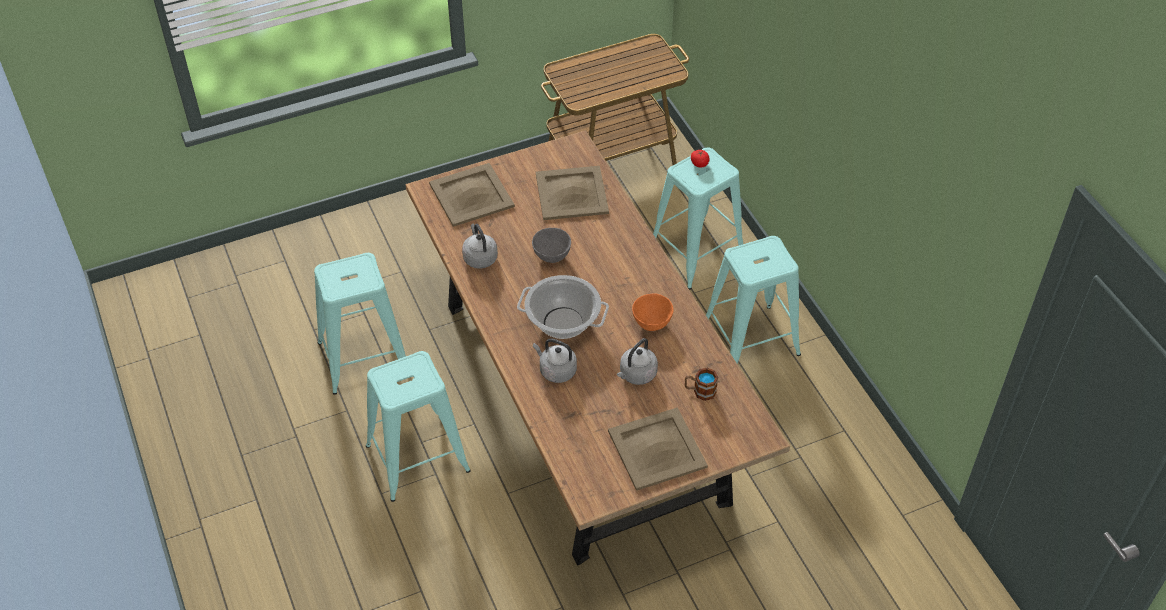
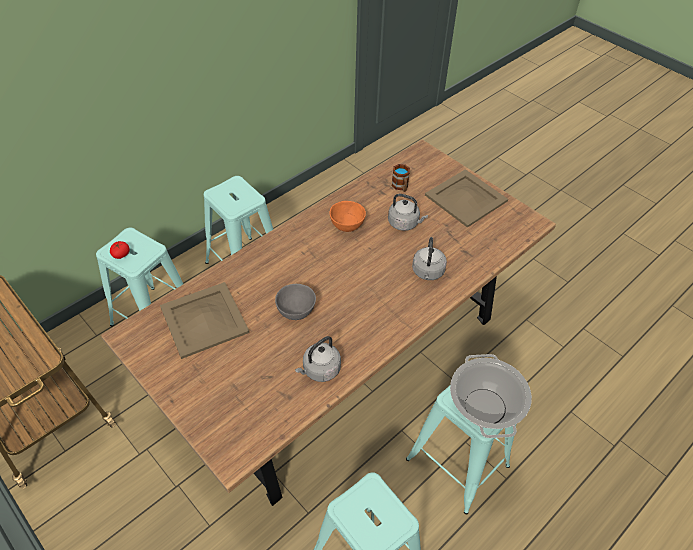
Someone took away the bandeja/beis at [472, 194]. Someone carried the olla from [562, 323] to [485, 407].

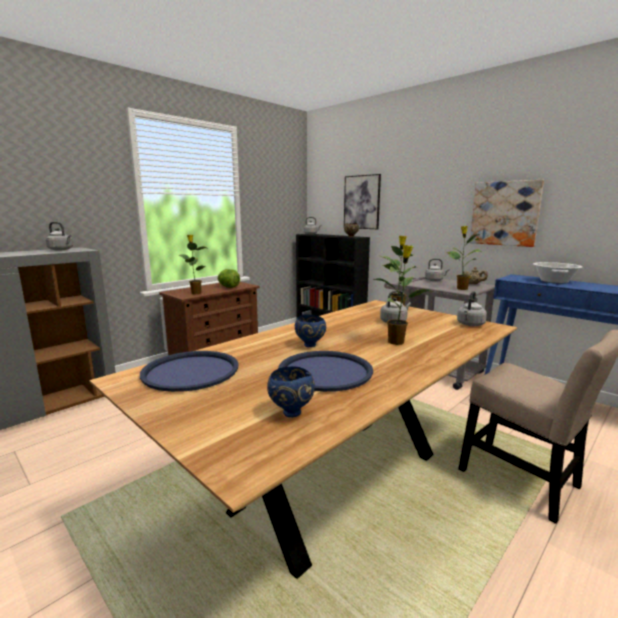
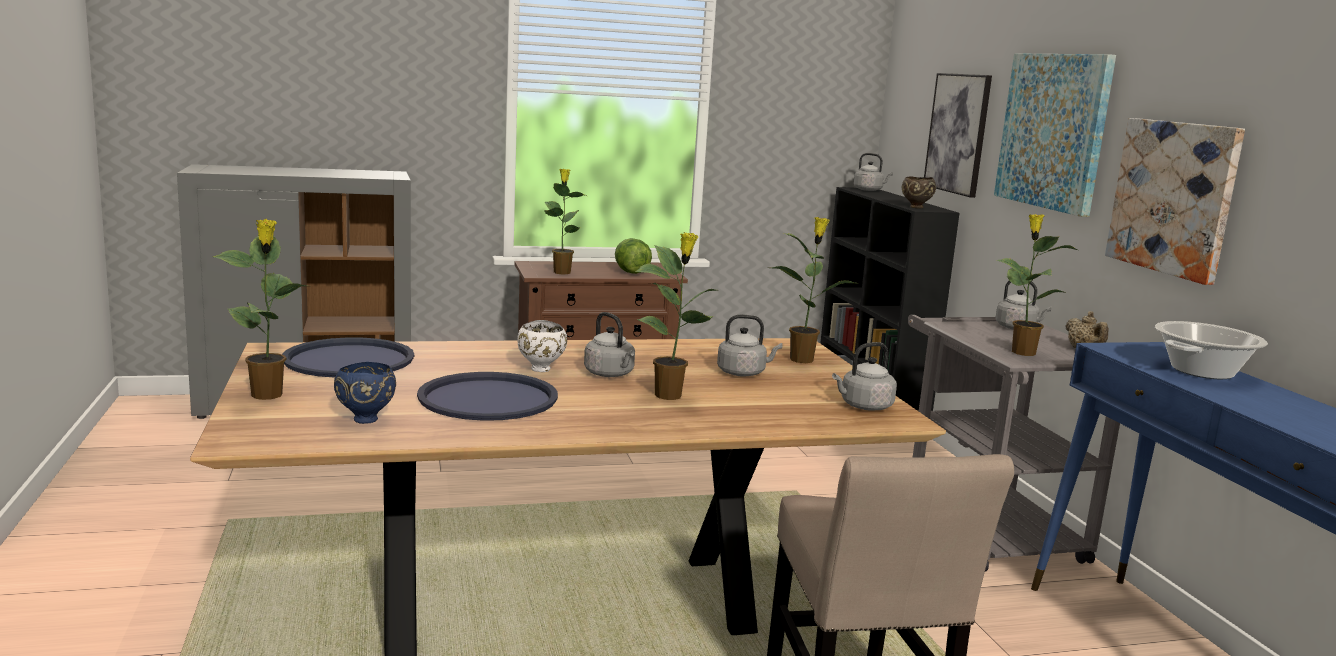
Someone carried the hervidor/gris from [61, 250] to [610, 374]. Someone repainted the cuenco/azul at [310, 345], which became the cuenco/blanco at [541, 370]. Someone put down the planta en maceta at [268, 395]. Someone put up the cuadro at [1054, 131].

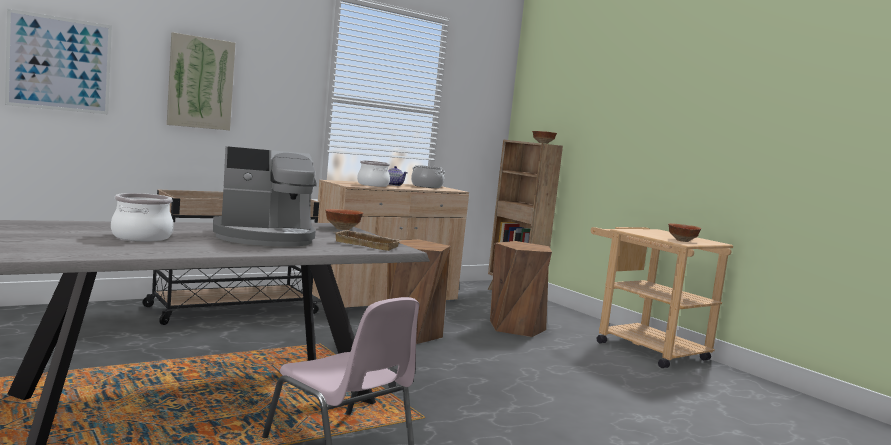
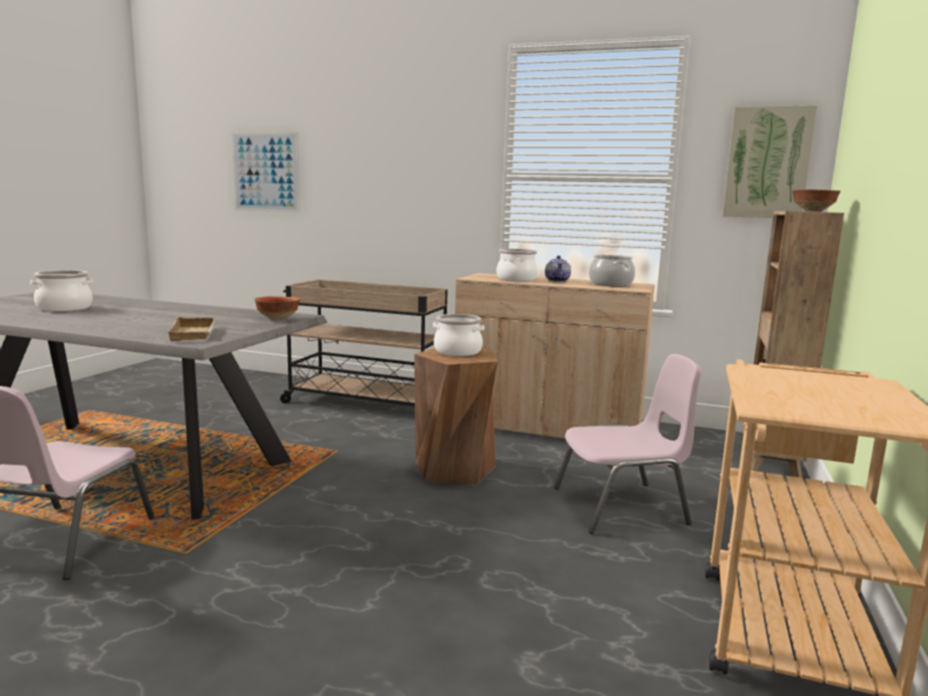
Someone carried the cuadro from [200, 83] to [767, 163]. Someone took away the cafetera at [265, 237]. Someone swapped the taburete/marrón at [516, 327] for the silla/rosa at [622, 506]. Someone took away the cuenco at [683, 241]. Someone put down the olla at [458, 351].

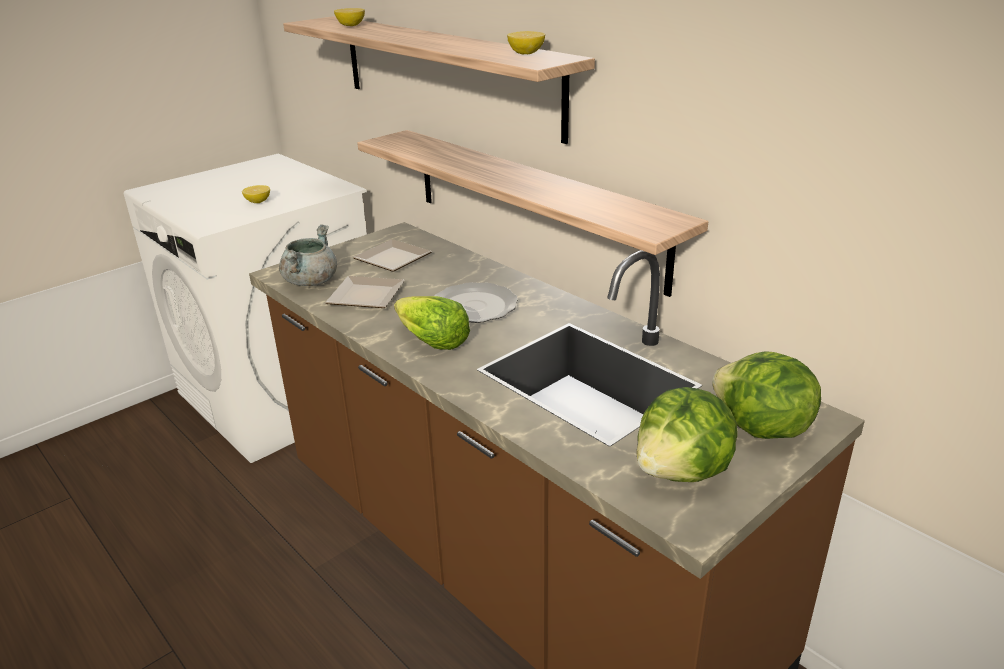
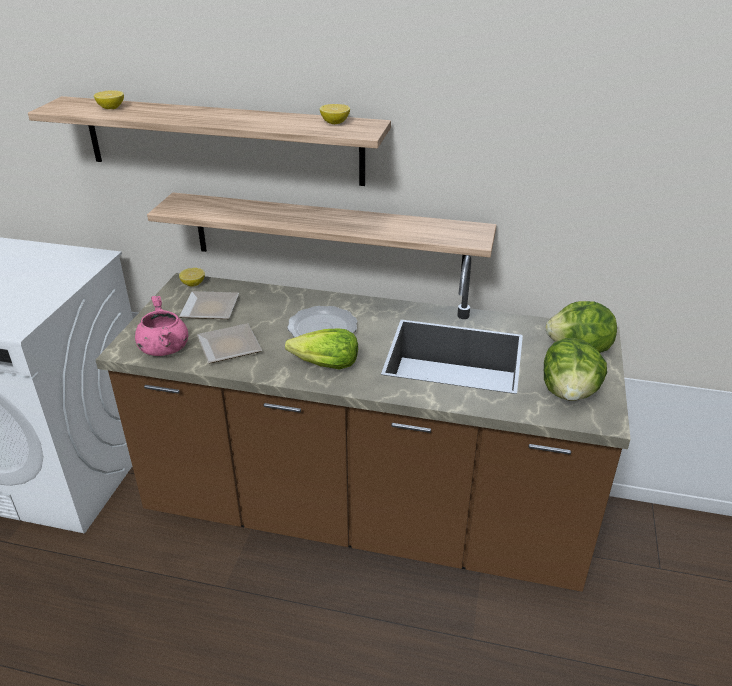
Someone carried the limón from [258, 202] to [193, 284]. Someone repainted the olla/gris at [310, 281], which became the olla/rosa at [164, 348].

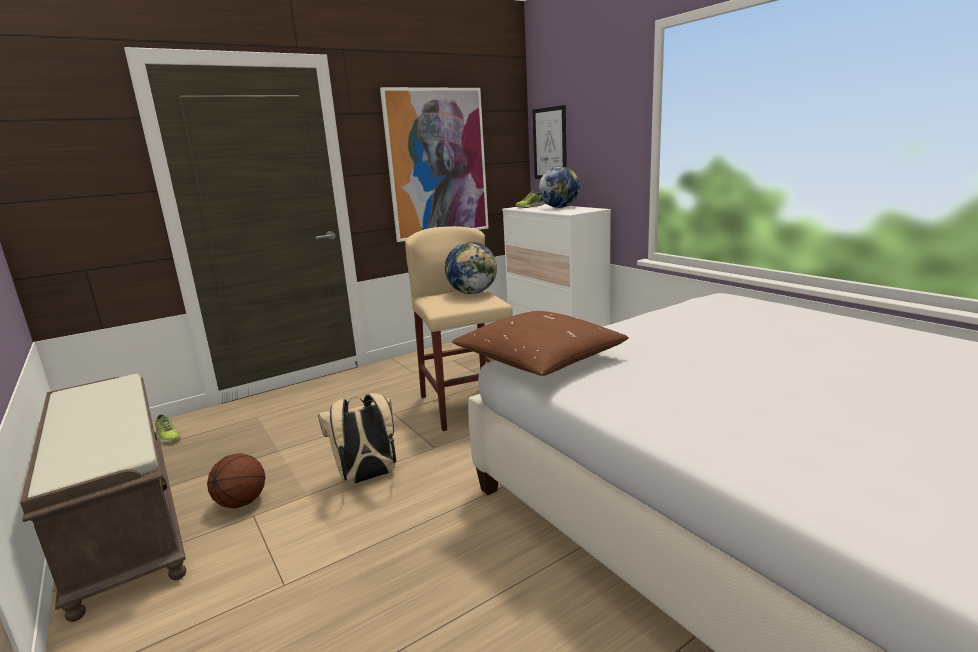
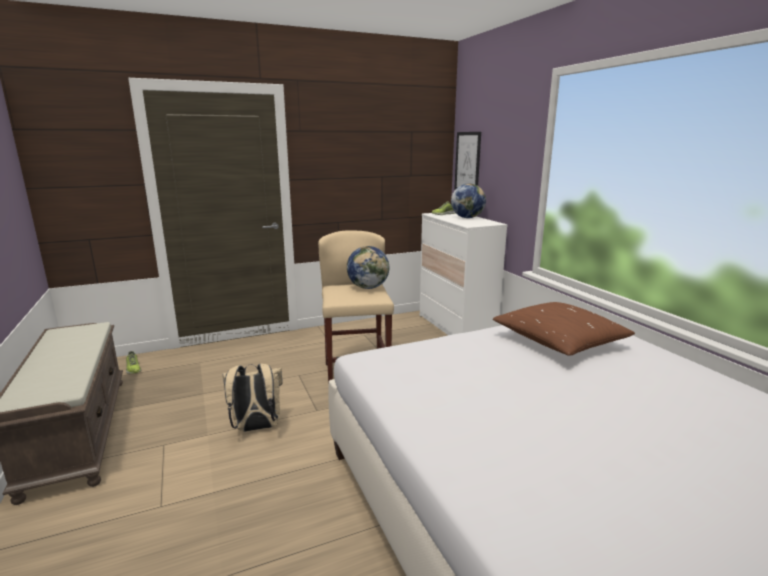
Someone took away the balón de baloncesto at [242, 502]. Someone took away the cuadro at [437, 164]. Someone carried the cojín/marrón from [539, 360] to [559, 341].

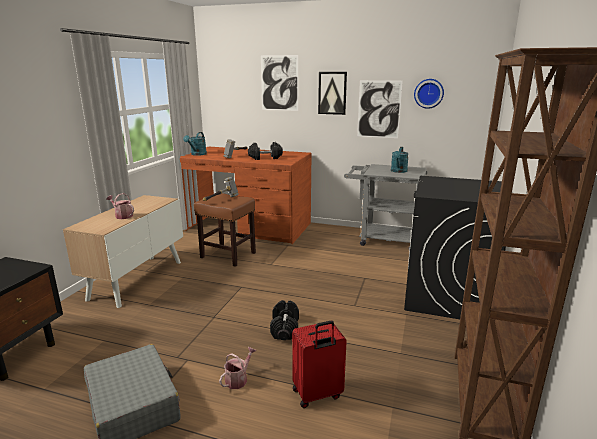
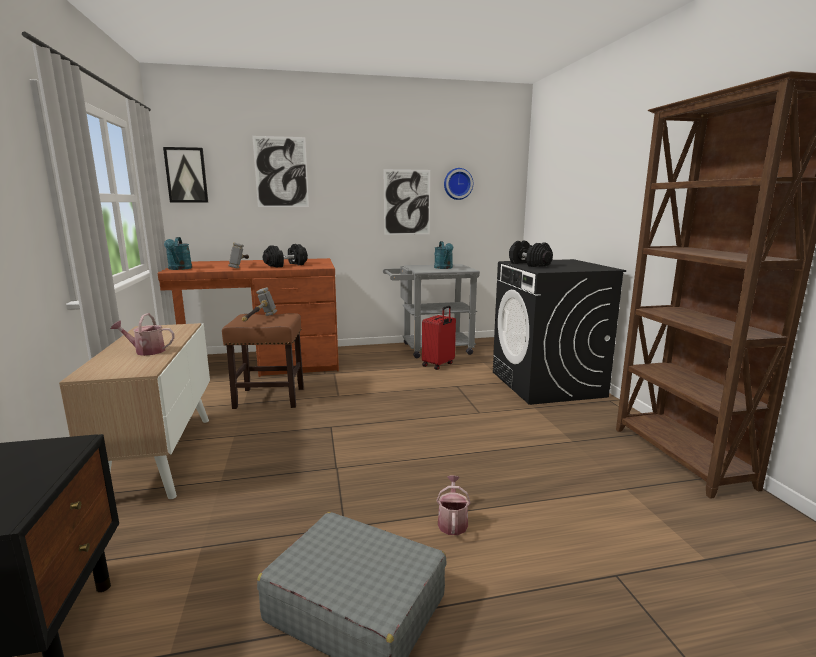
Someone carried the mancuerna/negro from [285, 328] to [529, 264]. Someone carried the maleta/rojo from [317, 394] to [438, 365]. Someone carried the cuadro from [332, 93] to [186, 175].

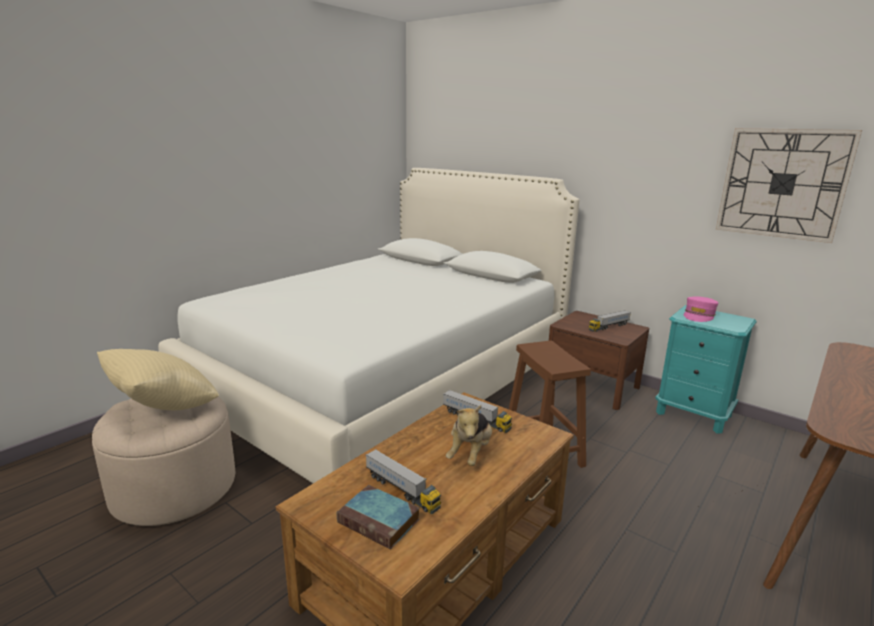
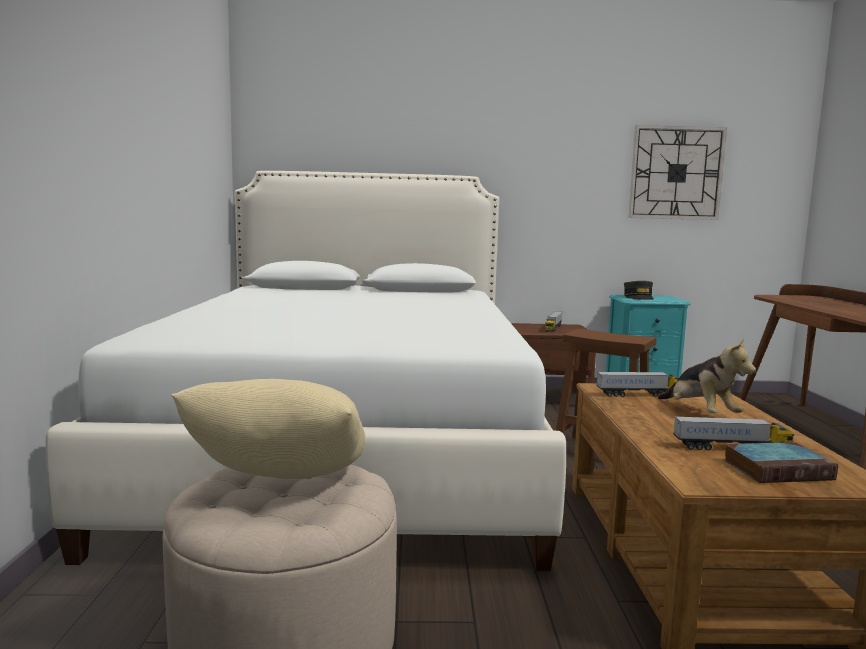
Someone repainted the gorra/rosa at [699, 315], which became the gorra/gris at [638, 297].

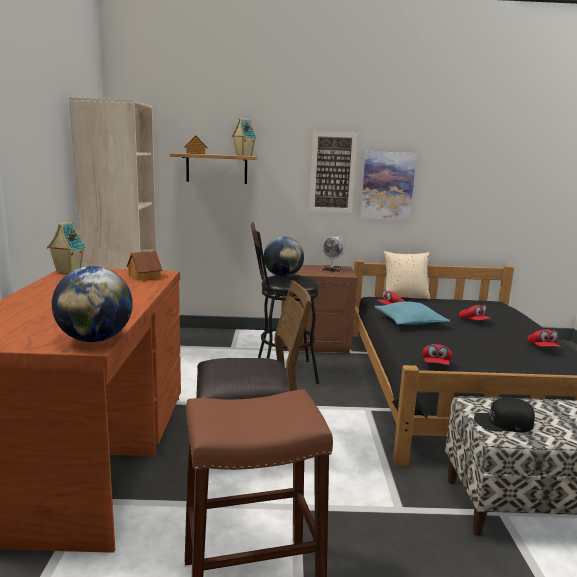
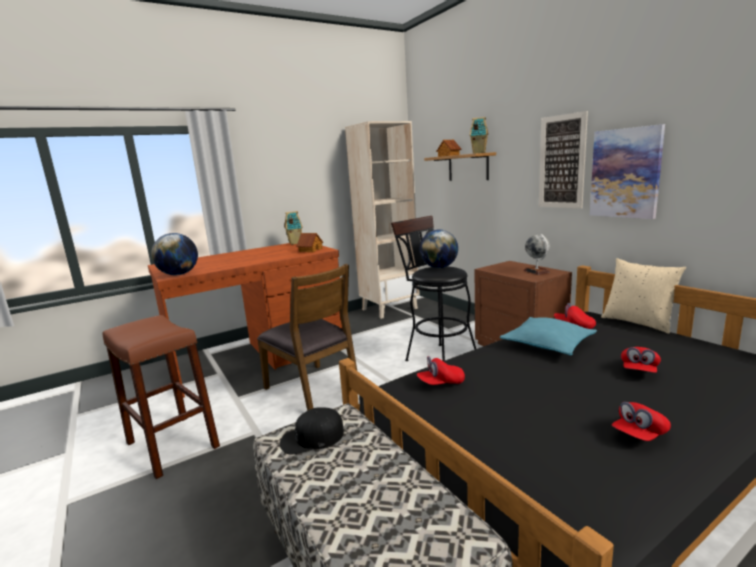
Someone rotated the gorra/negro at [503, 422] by 75 degrees counterclockwise.

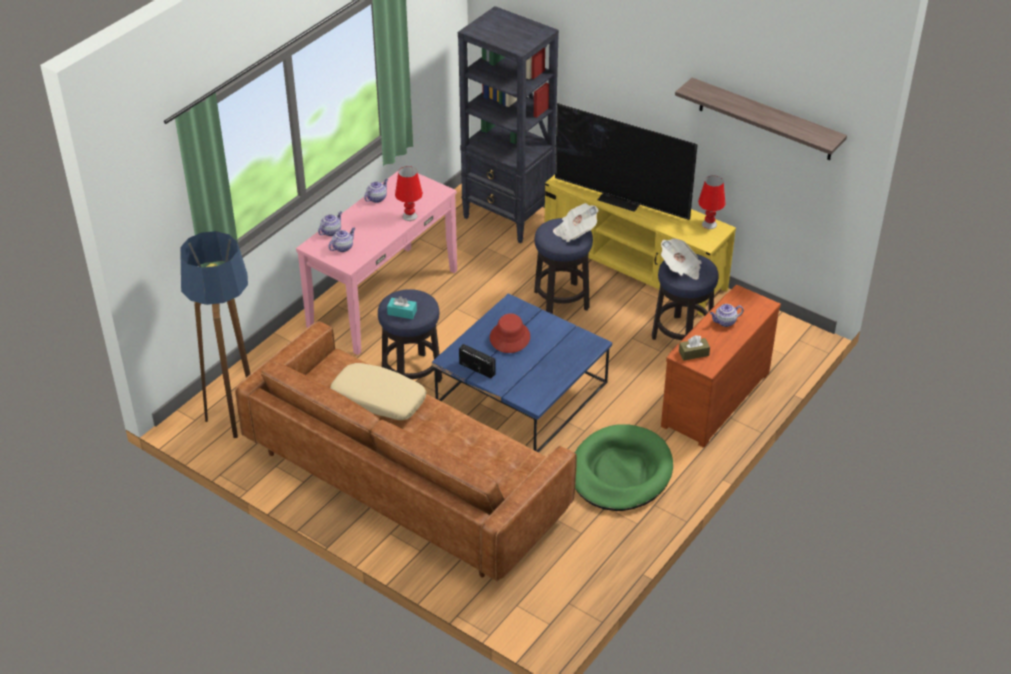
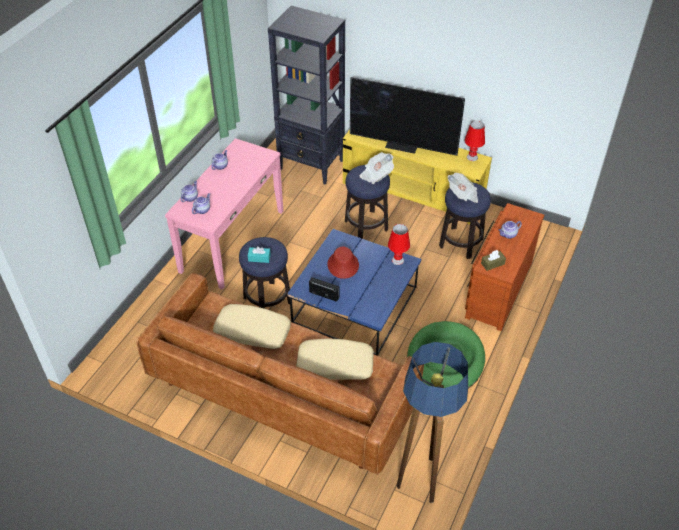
Someone carried the lámpara de pie from [236, 416] to [422, 478]. Someone carried the lámpara de mesa/rojo from [410, 216] to [397, 260]. Someone took away the estante at [765, 119]. Someone put down the cojín/beis at [335, 365].

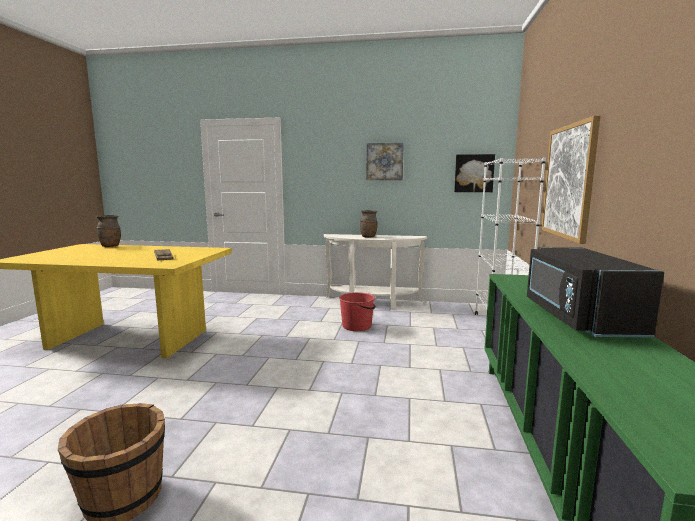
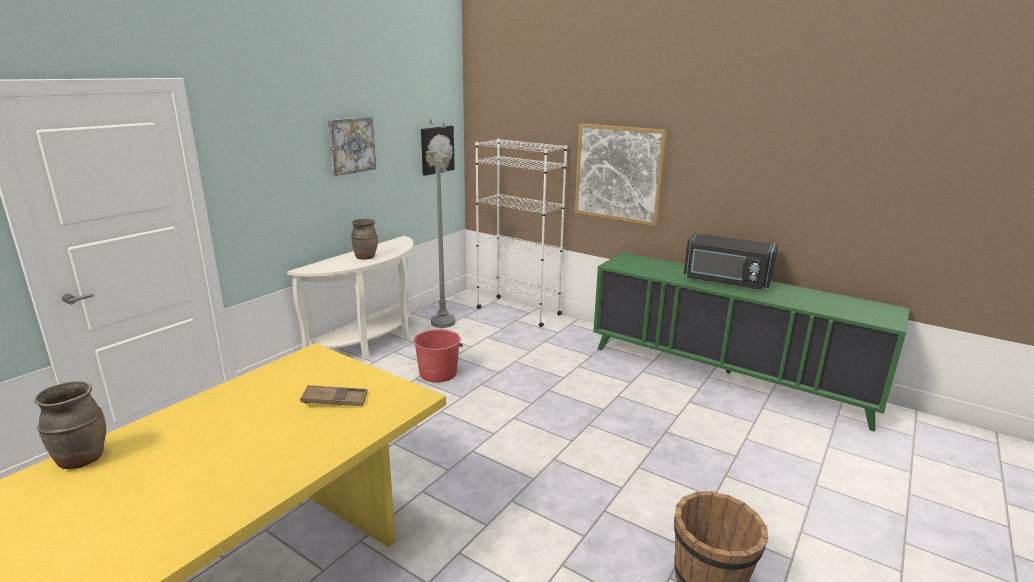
Someone put down the lámpara de pie/gris at [442, 322].

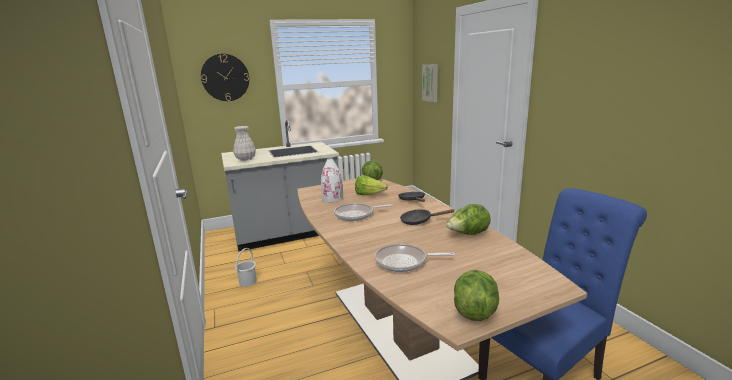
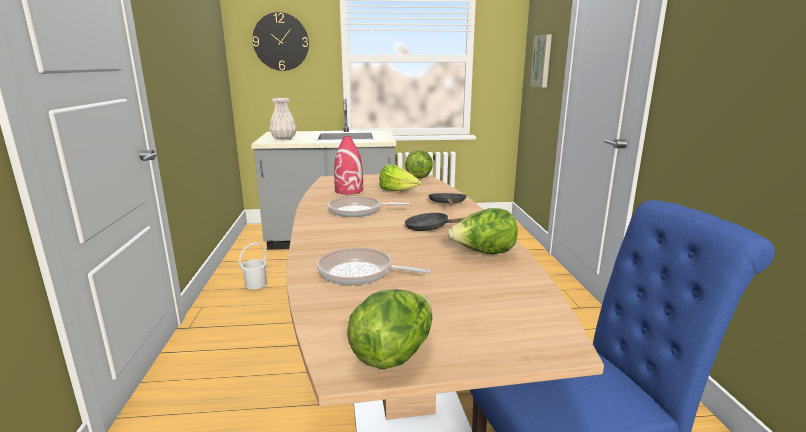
Someone repainted the florero/blanco at [332, 198], which became the florero/rojo at [349, 190].

